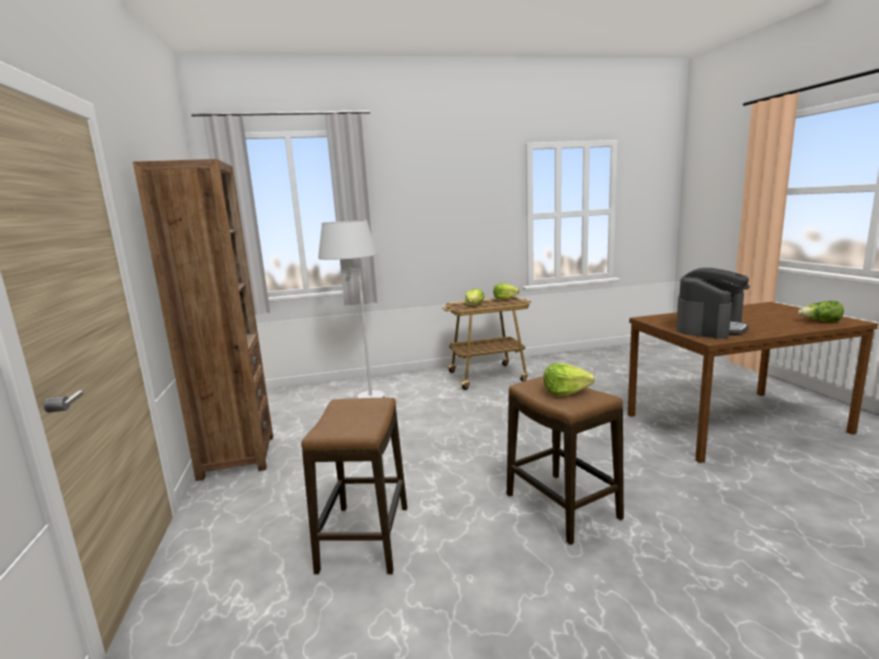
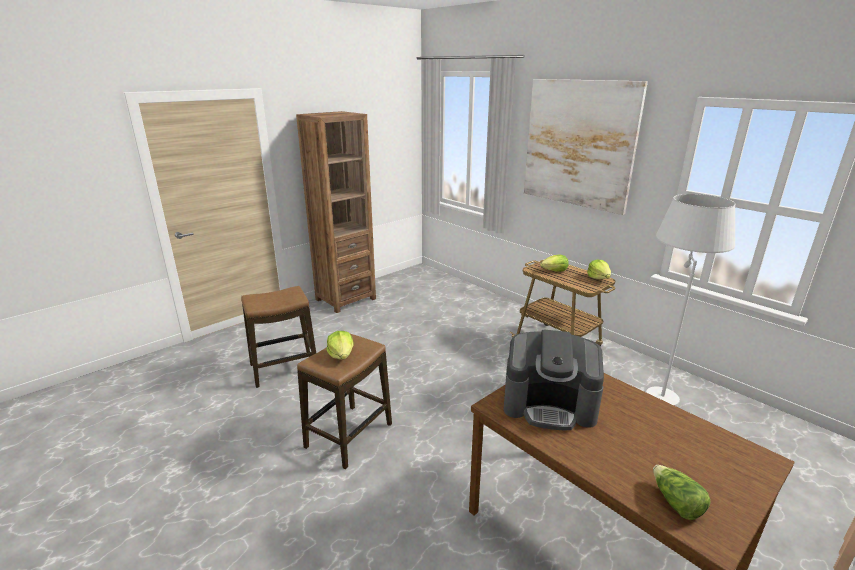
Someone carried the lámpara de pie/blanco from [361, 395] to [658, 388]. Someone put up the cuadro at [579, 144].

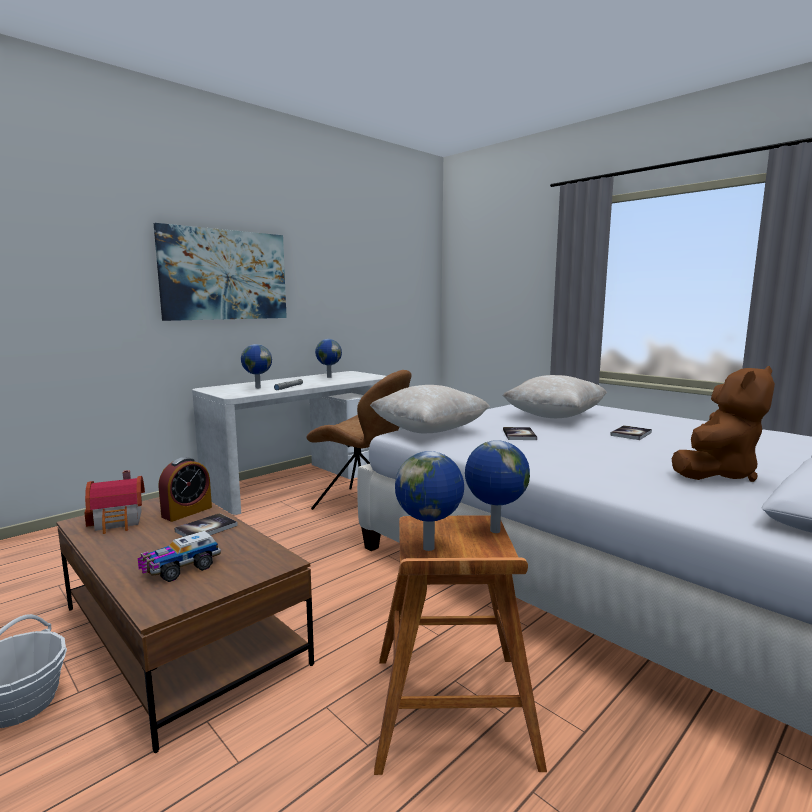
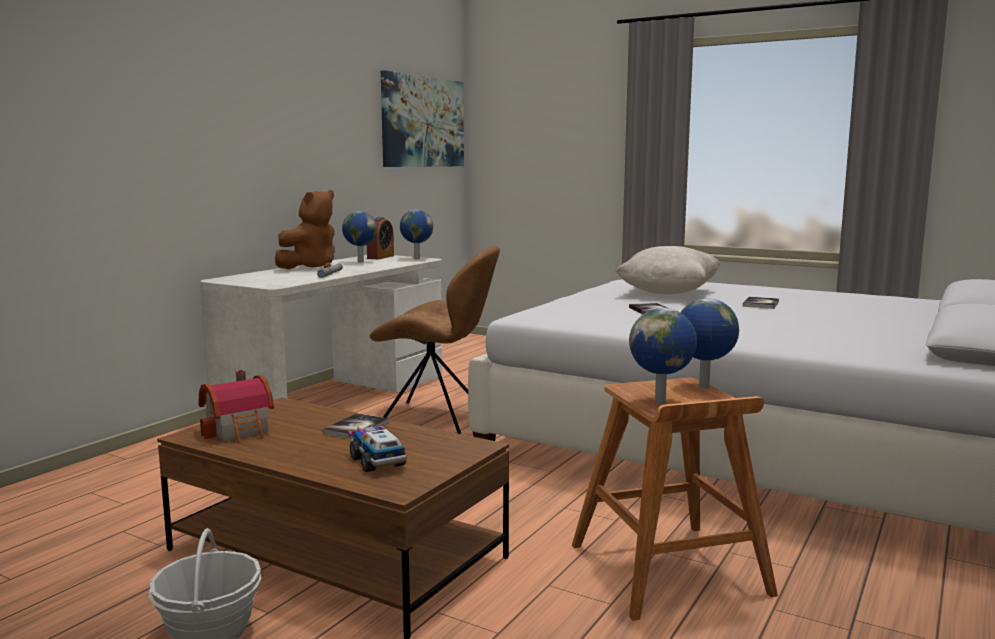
Someone rotated the camión de juguete at [180, 569] by 120 degrees clockwise. Someone carried the cuadro from [225, 275] to [423, 122]. Someone carried the despertador from [187, 512] to [380, 257]. Someone carried the globo terráqueo from [257, 388] to [416, 258]. Someone took away the cojín/beis at [429, 431]. Someone carried the peluche/marrón from [715, 473] to [310, 267].

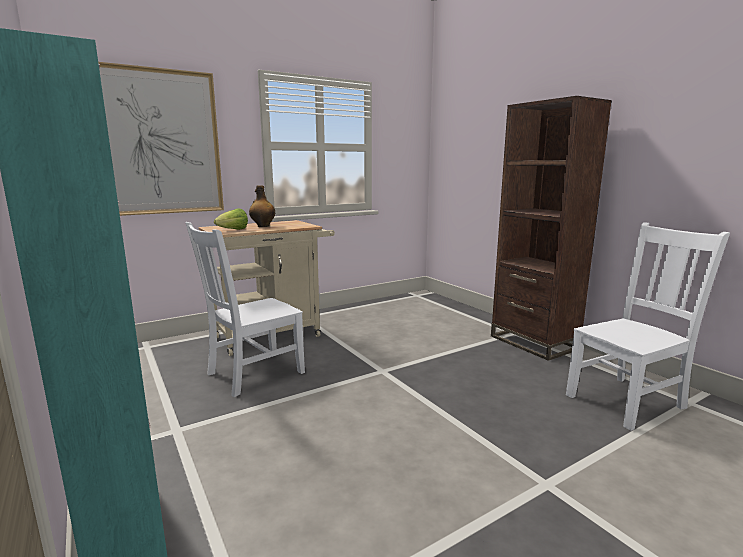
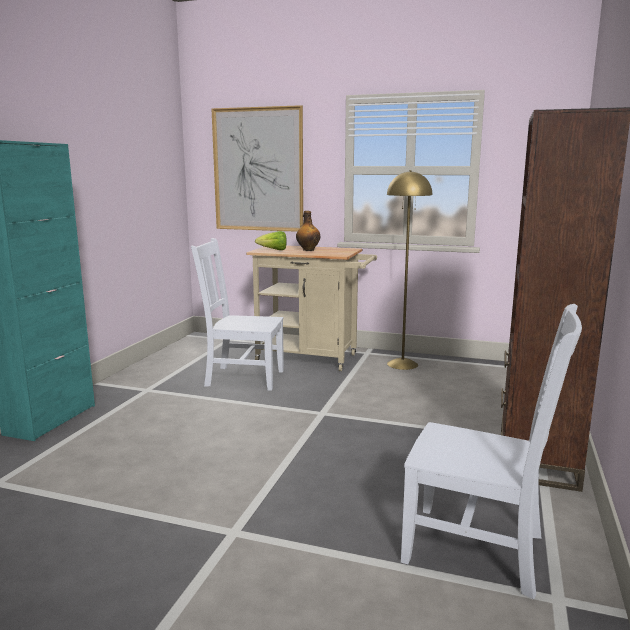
Someone put down the lámpara de pie/amarillo at [402, 364].

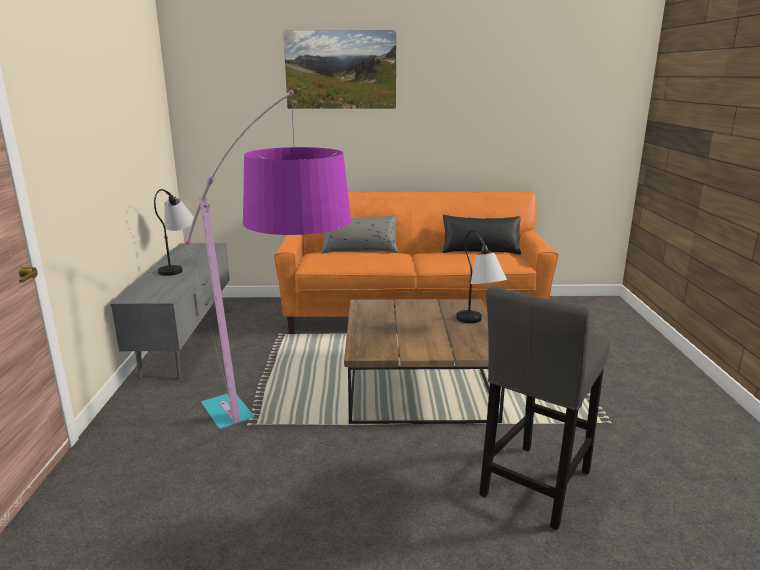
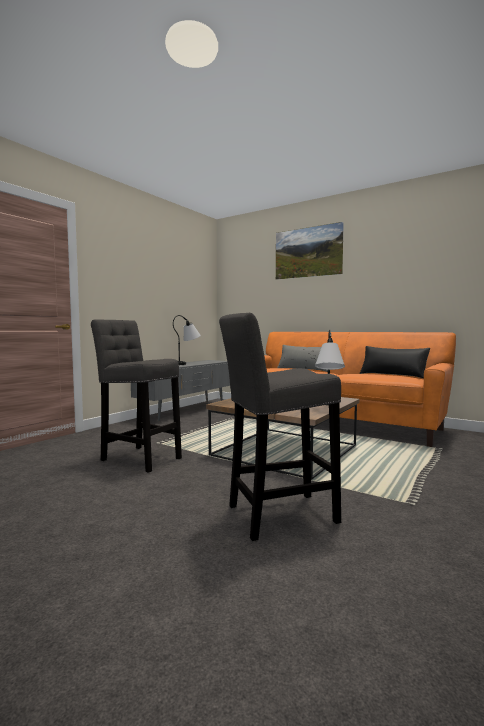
Someone swapped the lámpara de pie at [268, 463] for the taburete/gris at [139, 458].

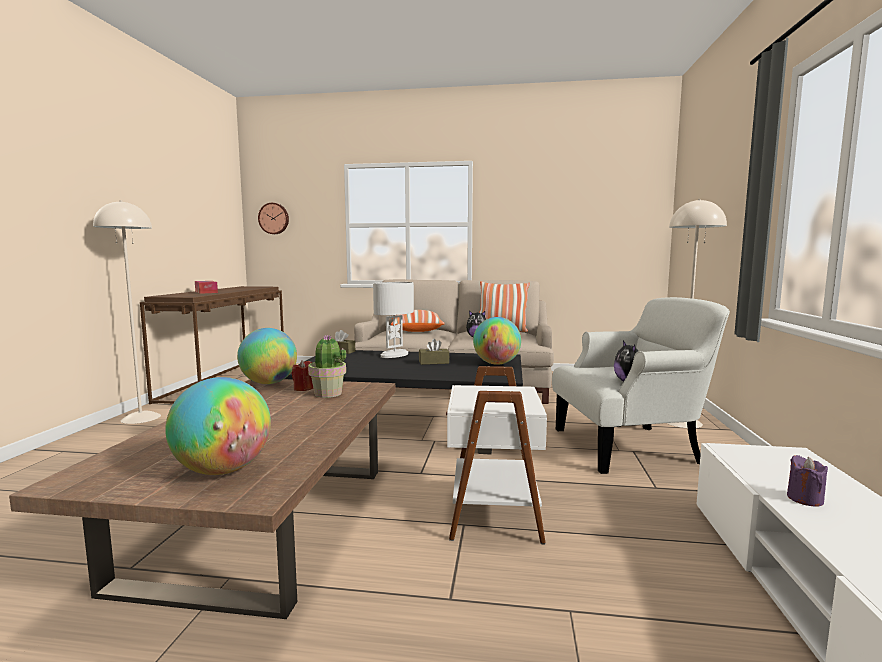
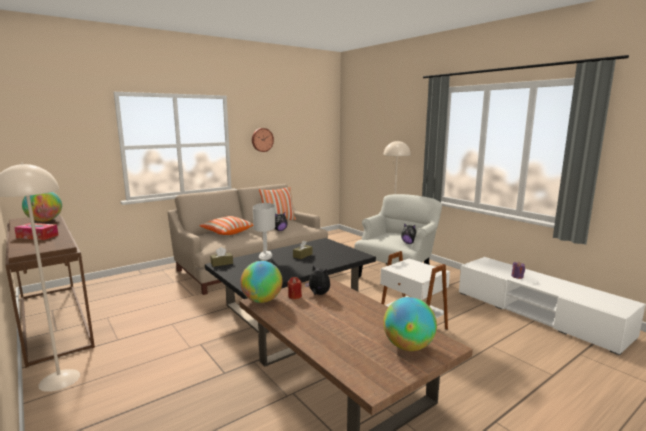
Someone carried the reloj de pared from [274, 218] to [262, 140]. Someone swapped the planta en maceta at [328, 394] for the peluche at [318, 294]. Someone carried the globo terráqueo from [496, 364] to [45, 221].

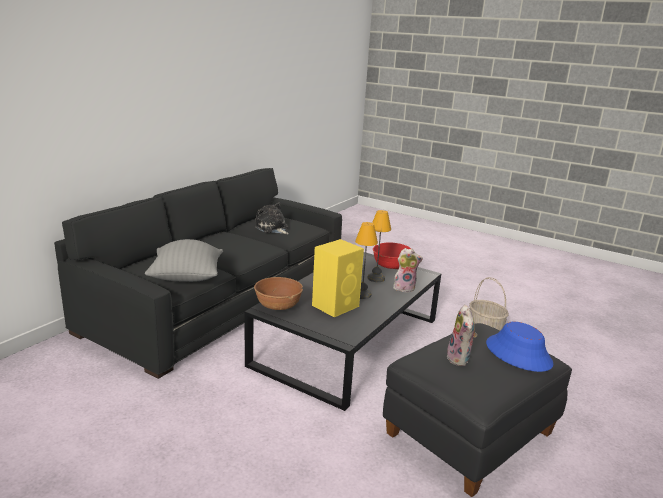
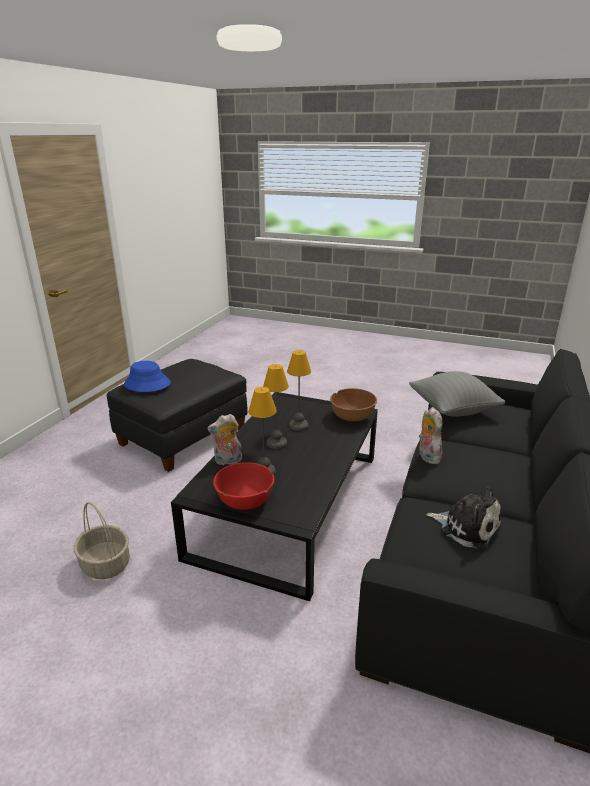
Someone swapped the altavoz/amarillo at [336, 305] for the lámpara de mesa at [299, 426]. Someone carried the peluche from [460, 359] to [427, 456].

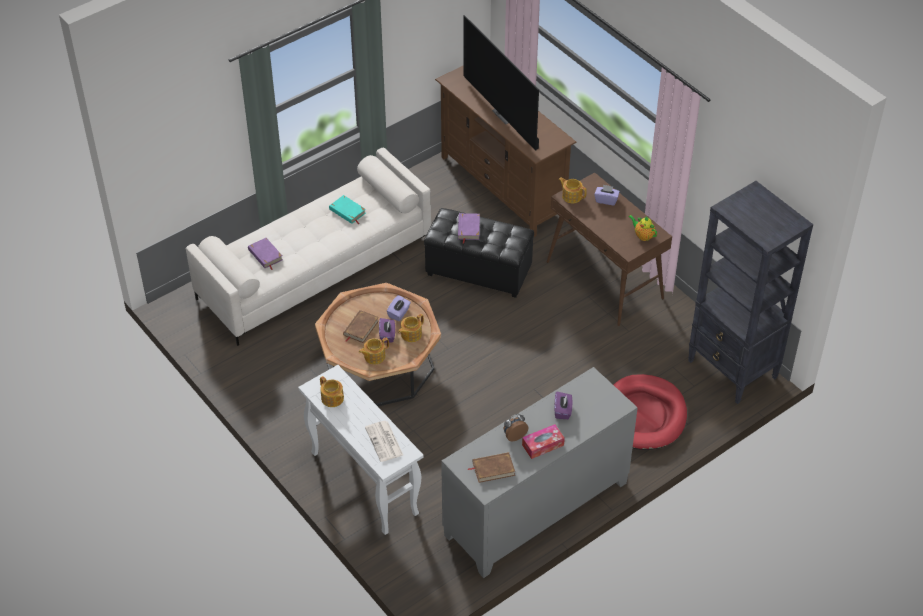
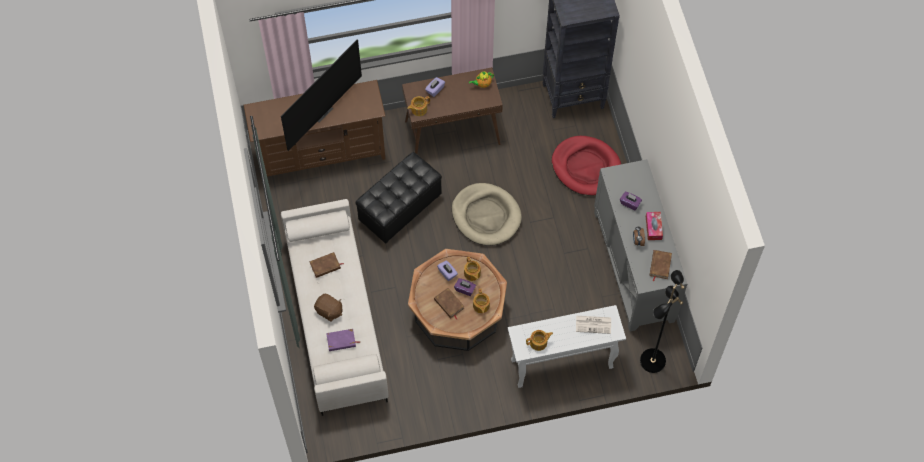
Someone repainted the libro/turquesa at [347, 211], which became the libro/marrón at [325, 266]. Someone took away the libro/morado at [468, 228]. Someone rotated the televisor at [506, 114] by 45 degrees counterclockwise. Someone put down the peluche/marrón at [329, 311]. Someone put down the cama para perro/beis at [486, 216]. Someone put down the lámpara de pie/negro at [652, 360].

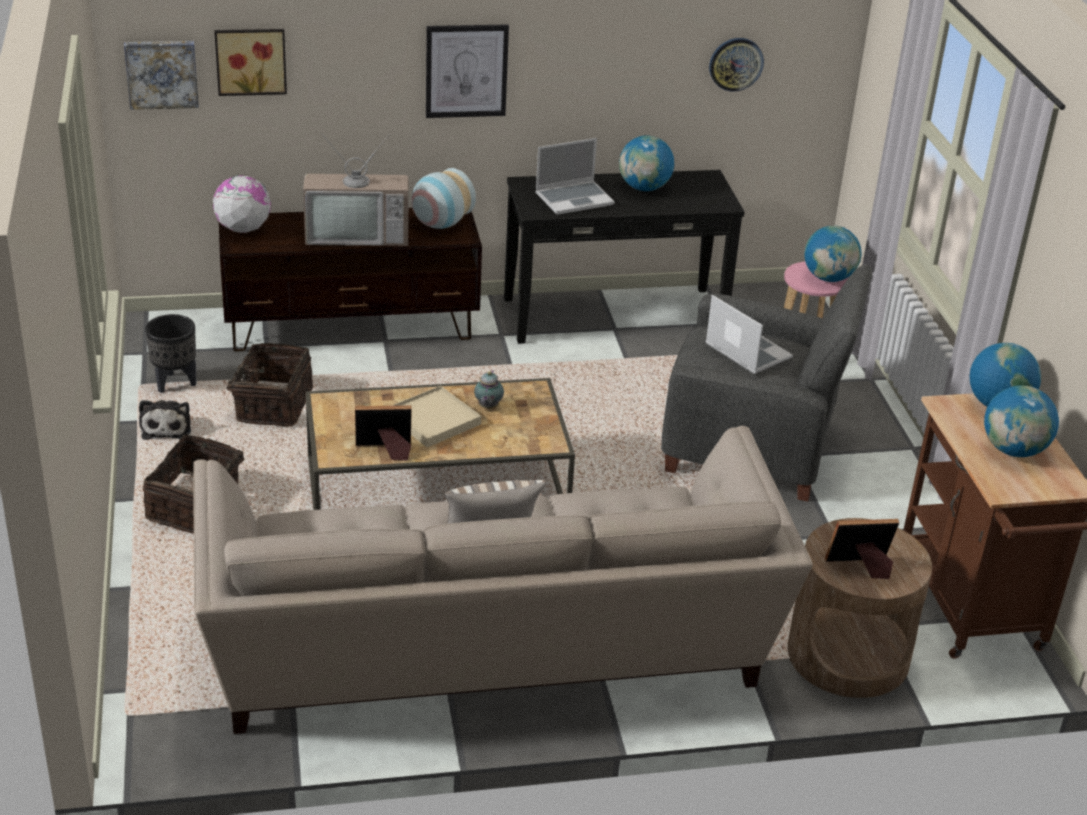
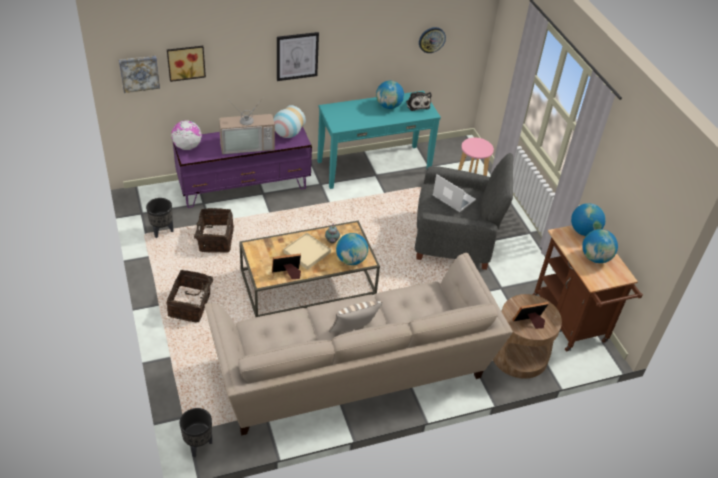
Someone carried the peluche from [166, 427] to [417, 104]. Someone repainted the mueble de televisión/marrón at [351, 327], which became the mueble de televisión/morado at [244, 186]. Someone repainted the mesa consola/negro at [614, 314], which became the mesa consola/turquesa at [373, 166]. Someone took away the portátil at [574, 199]. Someone carried the globo terráqueo from [829, 278] to [351, 260]. Someone put down the maceta/negro at [198, 445].

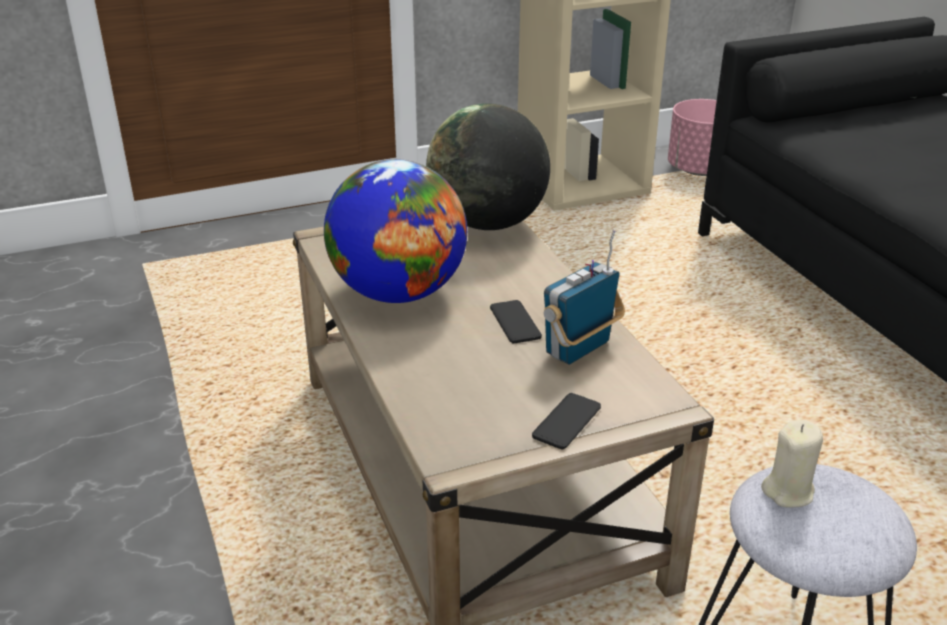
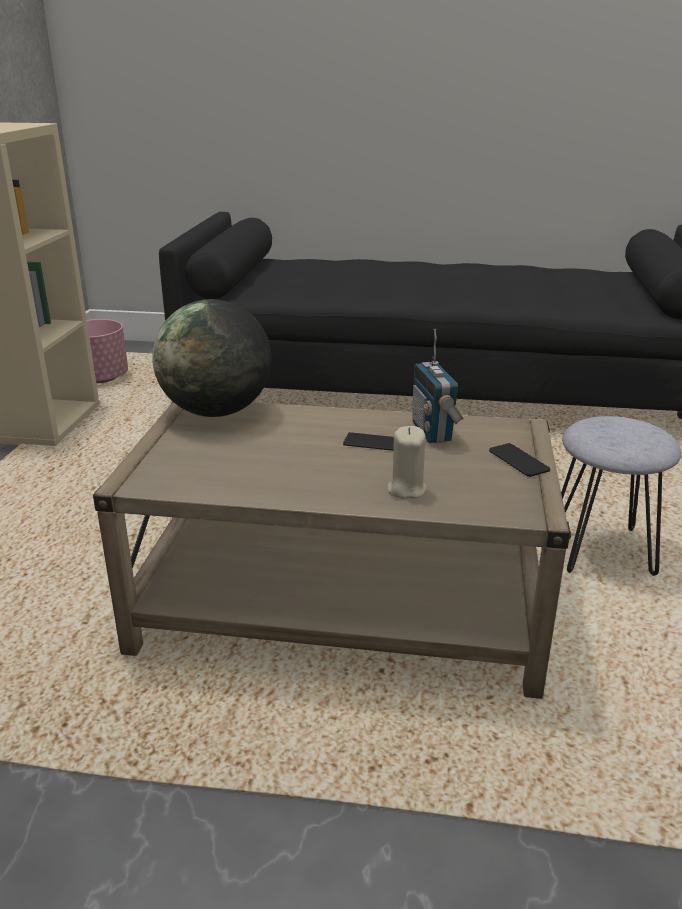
Someone took away the globo terráqueo at [398, 292]. Someone carried the vela/beis from [788, 491] to [406, 489].

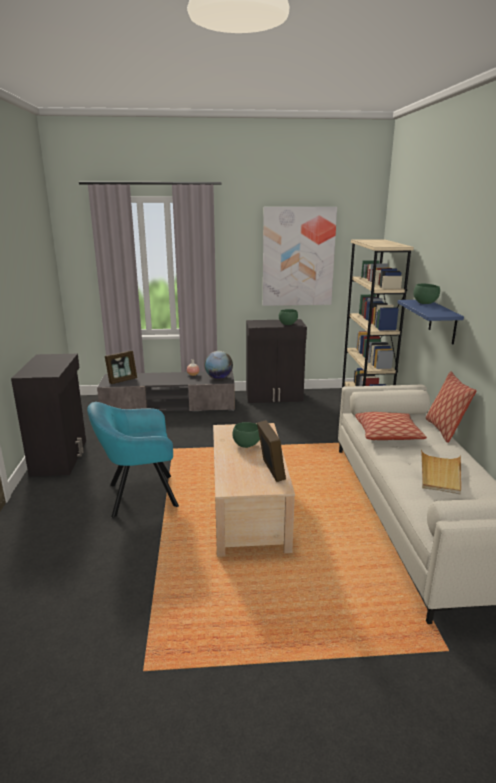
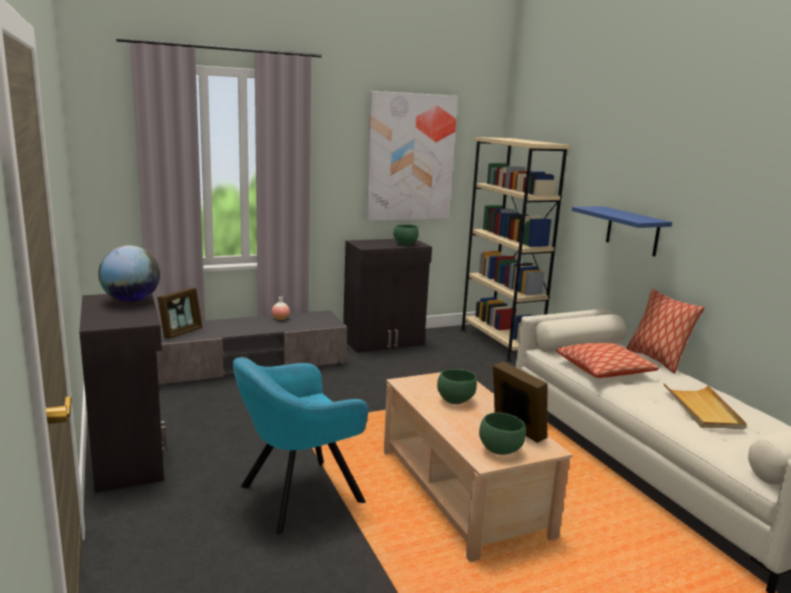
Someone carried the globo terráqueo from [218, 378] to [131, 301]. Someone carried the cuenco/verde from [425, 303] to [501, 450].

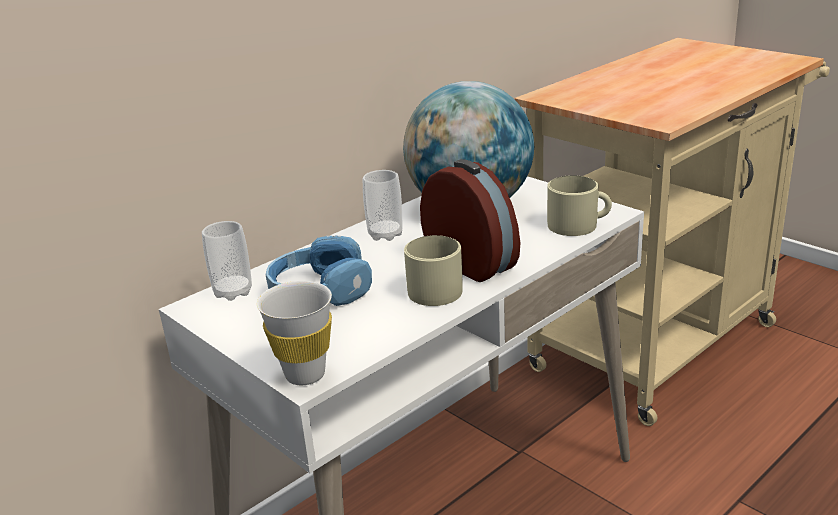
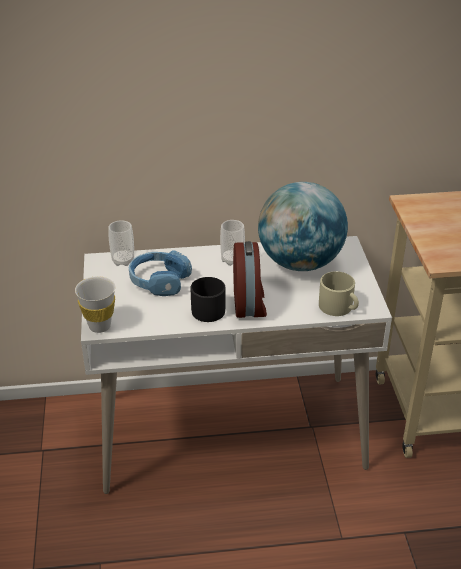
Someone repainted the taza grande/beis at [431, 289], which became the taza grande/negro at [208, 308].

